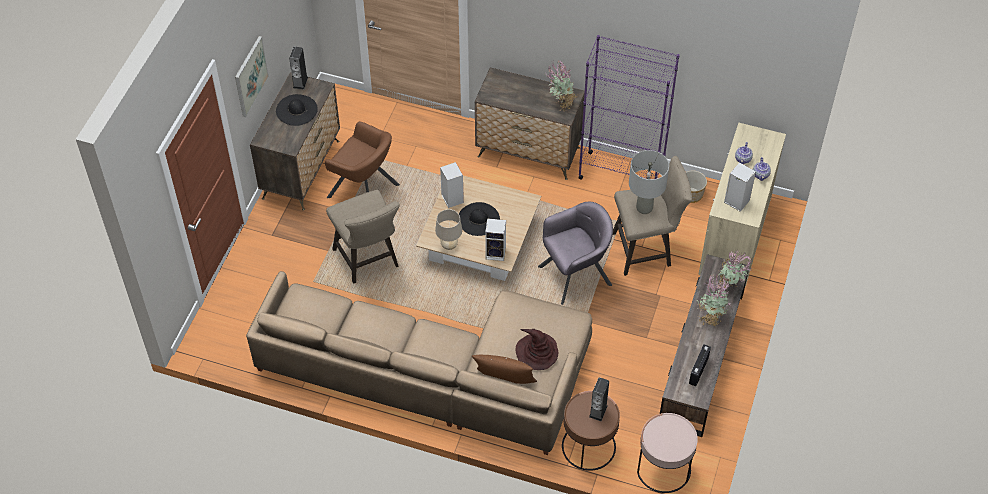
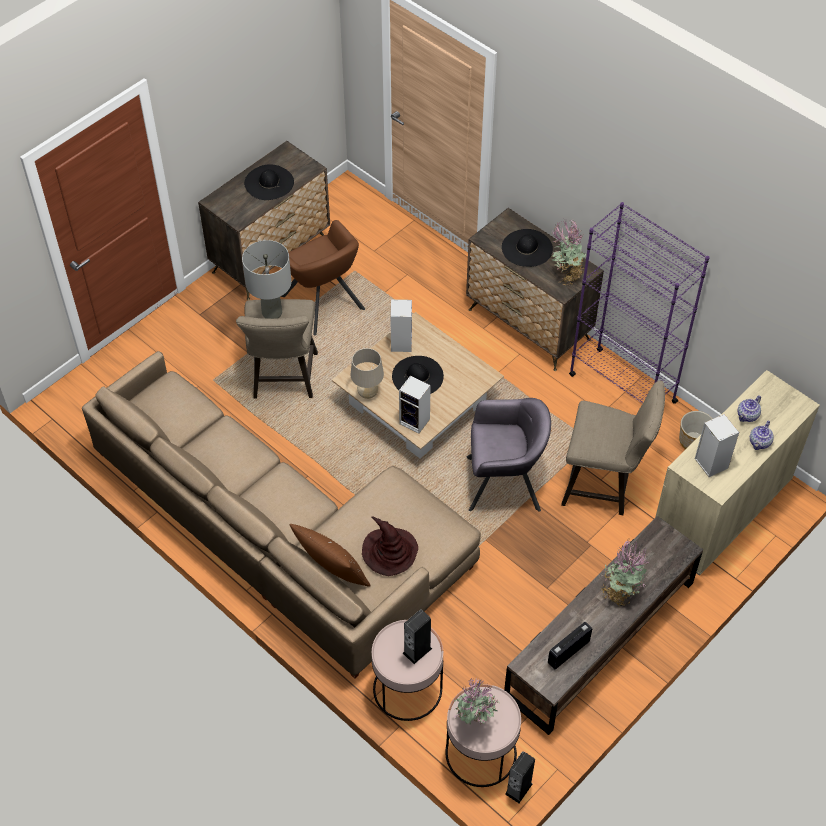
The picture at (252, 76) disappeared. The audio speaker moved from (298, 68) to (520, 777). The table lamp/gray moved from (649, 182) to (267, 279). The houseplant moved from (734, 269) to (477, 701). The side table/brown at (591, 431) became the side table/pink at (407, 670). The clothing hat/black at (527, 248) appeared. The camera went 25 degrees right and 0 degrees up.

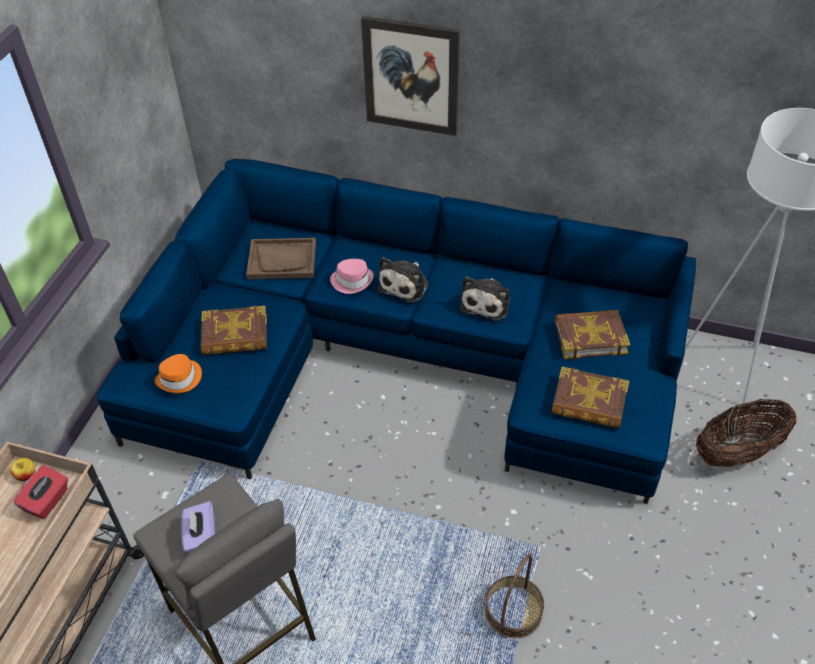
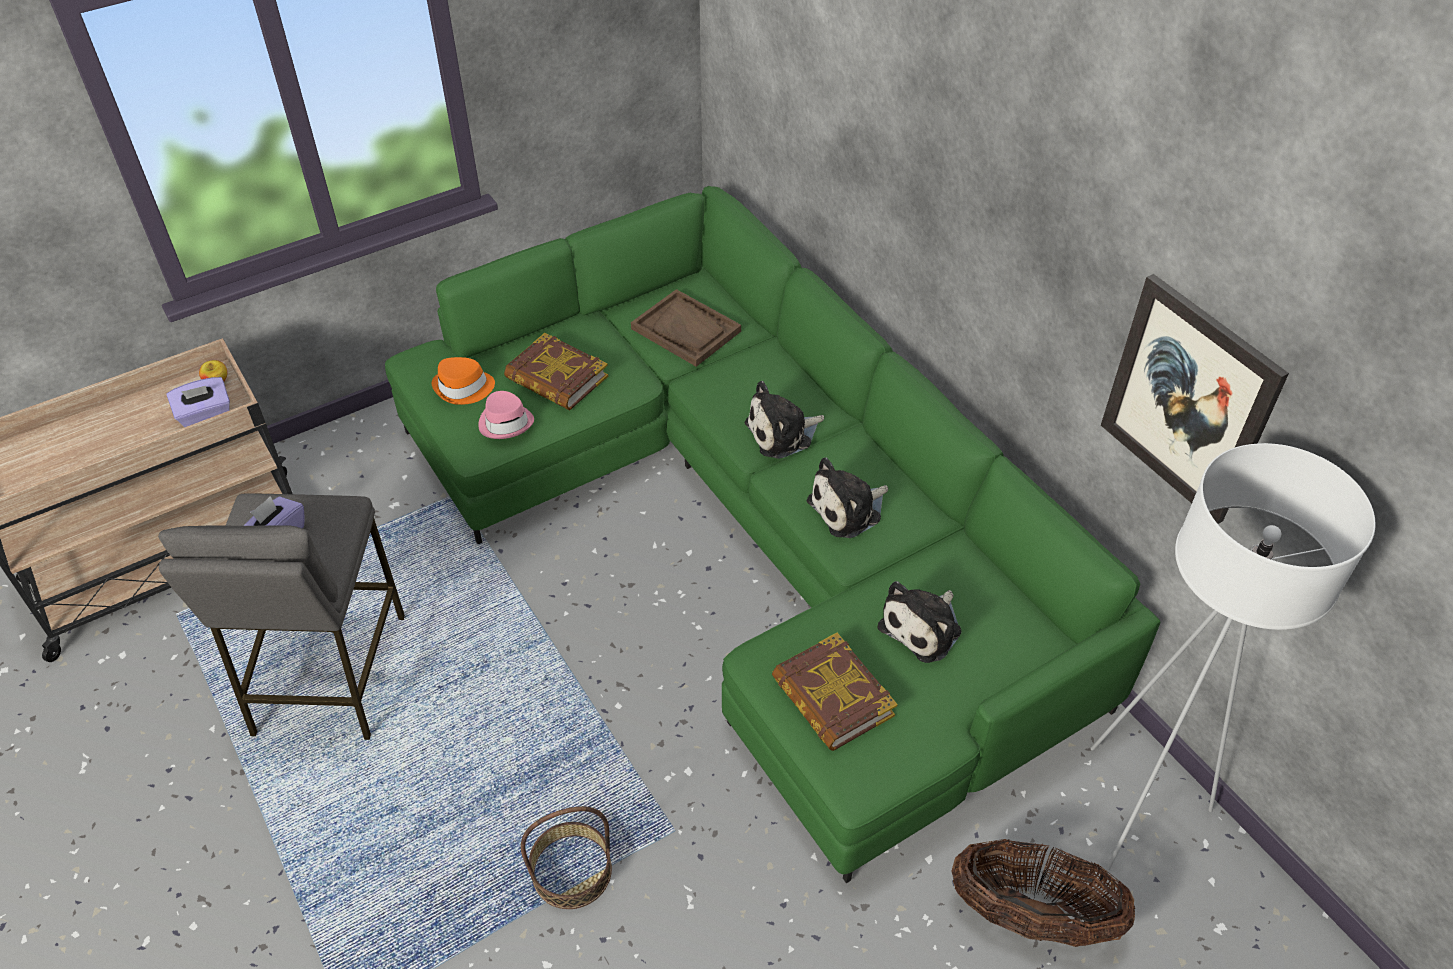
The picture moved from (410, 76) to (1195, 399). The sofa/bluish at (396, 331) became the sofa/greenish at (772, 534). The clothing hat/pink moved from (352, 276) to (506, 415). The volume at (592, 334) was replaced by the cuddly toy at (920, 622). The box of tissues/reddish at (41, 492) became the box of tissues/purplish at (198, 402). The camera went 40 degrees right and 0 degrees up.

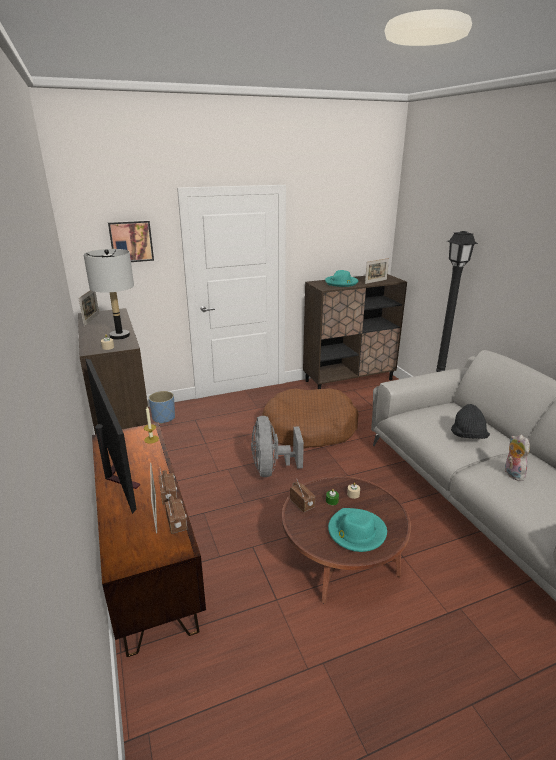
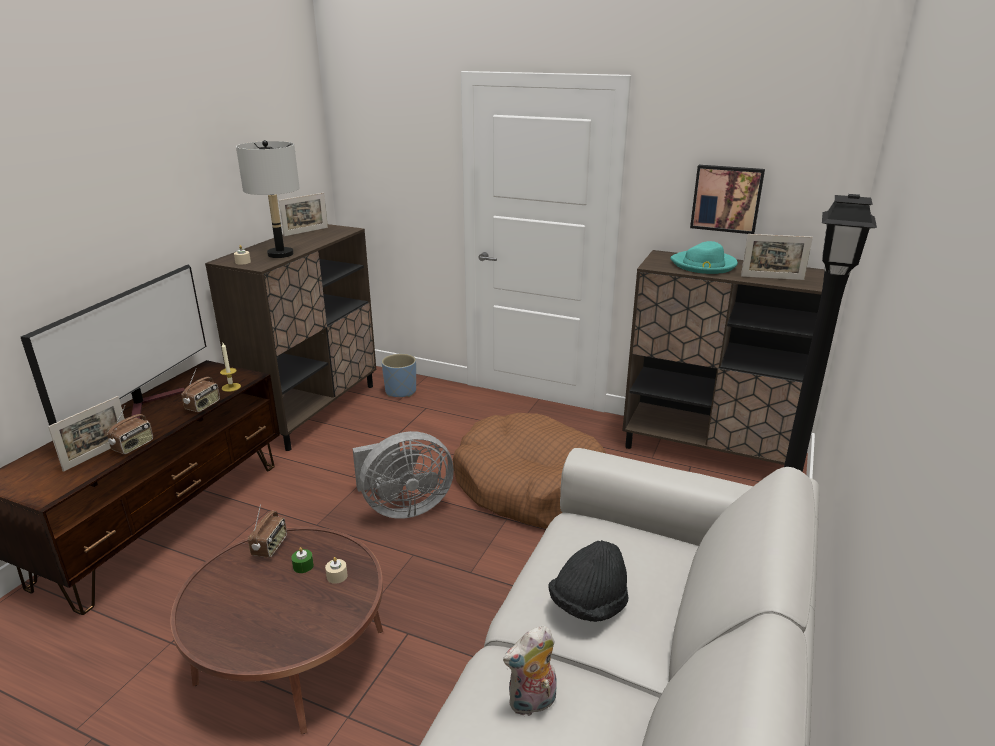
The picture moved from (131, 241) to (727, 199). The electric fan/gray at (277, 446) turned 150 degrees counterclockwise. The cuddly toy at (517, 457) turned 150 degrees counterclockwise. The radio moved from (176, 514) to (201, 390). The clothing hat/blue-green at (357, 530) disappeared. The camera went 45 degrees right and 0 degrees up.

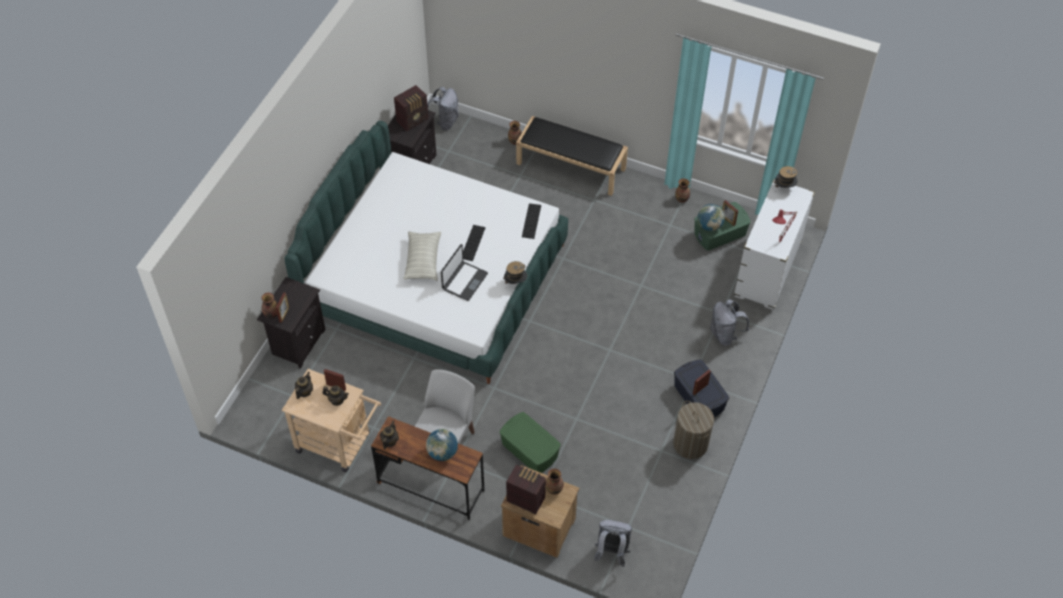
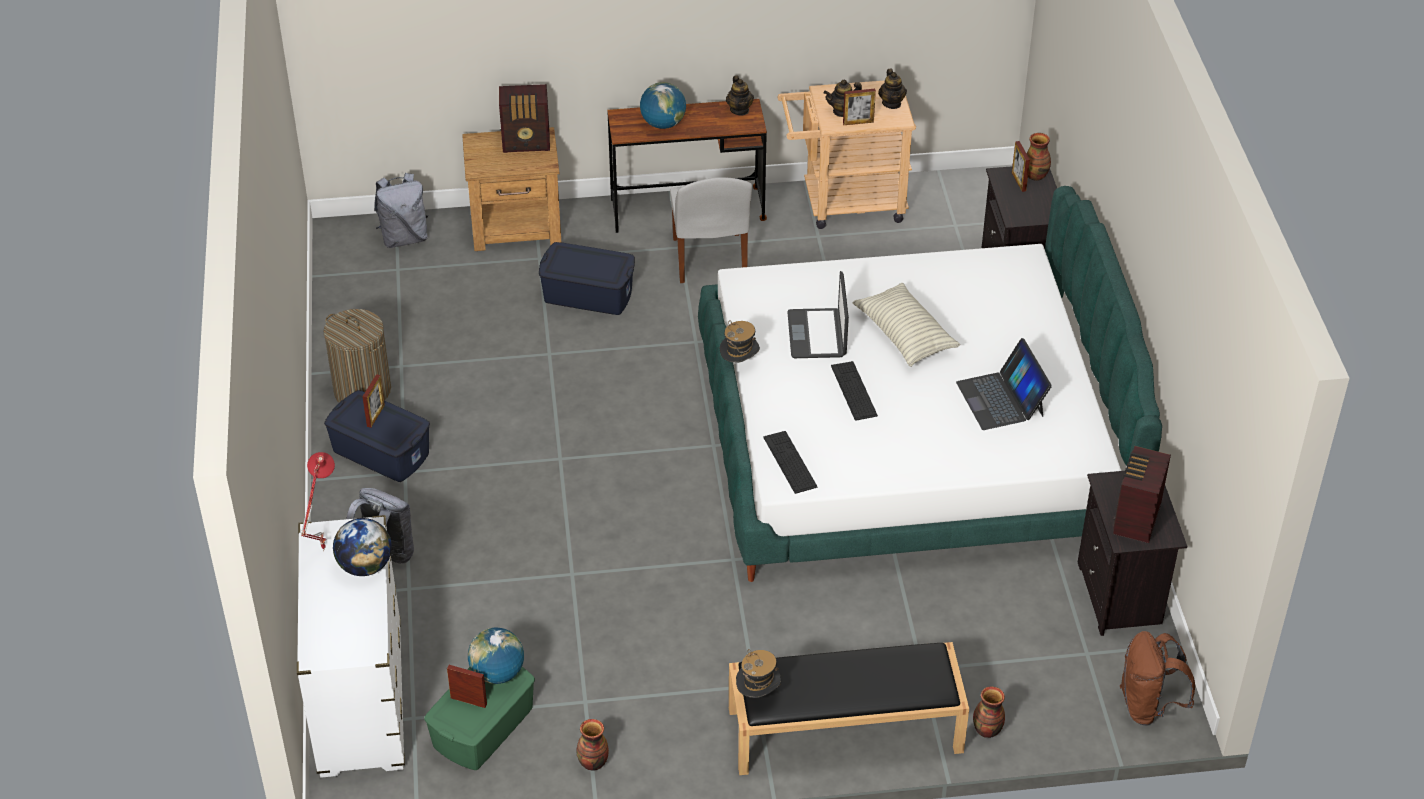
The knapsack/gray at (443, 109) became the knapsack/brown at (1157, 678). The clothing hat moved from (786, 179) to (758, 673). The storage box/greenish at (530, 442) became the storage box/bluish at (587, 278). The flower vase at (555, 482) disappeared. The portable computer at (1004, 384) appeared. The globe at (362, 547) appeared. The camera went 150 degrees right and 10 degrees down.

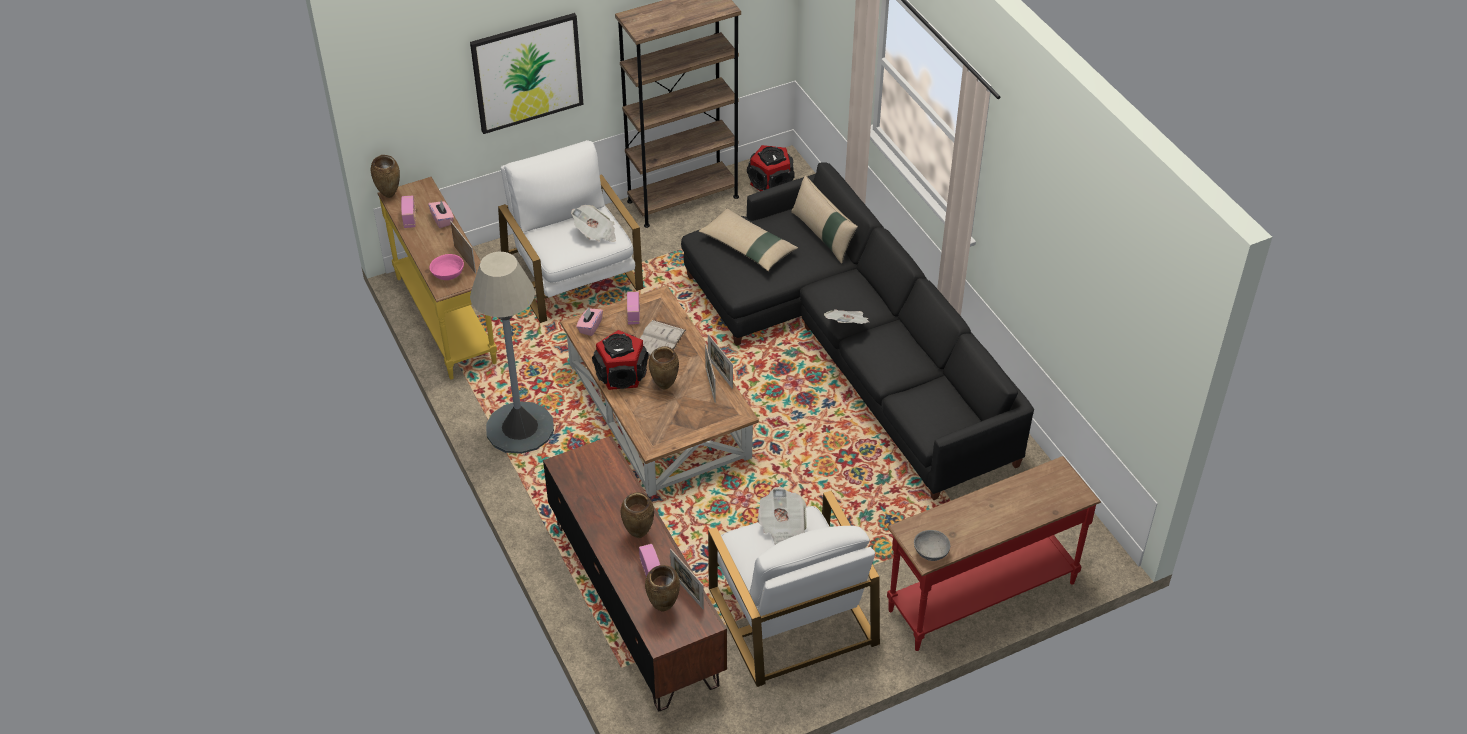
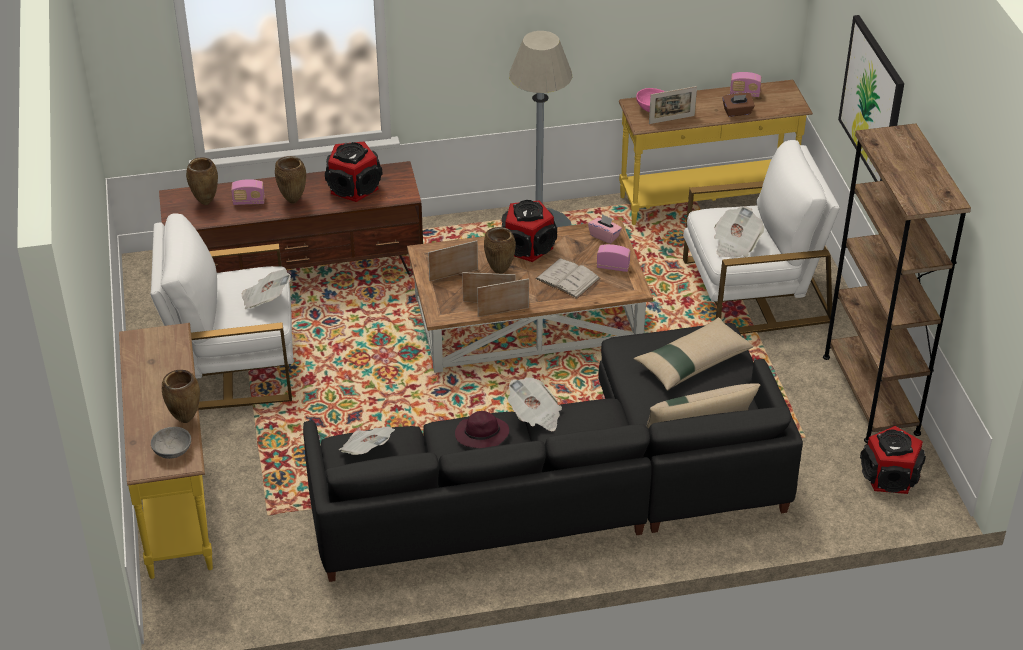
The flower vase/brown moved from (385, 176) to (181, 396). The box of tissues/pink at (441, 214) became the box of tissues/brown at (738, 105). The console table/reddish at (994, 553) became the console table/yellowish at (166, 451). The deep dish/gray moved from (932, 545) to (171, 443). The standing frame moved from (687, 579) to (453, 260). The audio speaker at (353, 172) appeared. The clothing hat/purplish at (482, 429) appeared. The daily paper at (367, 440) appeared. The camera went 105 degrees right and 5 degrees down.

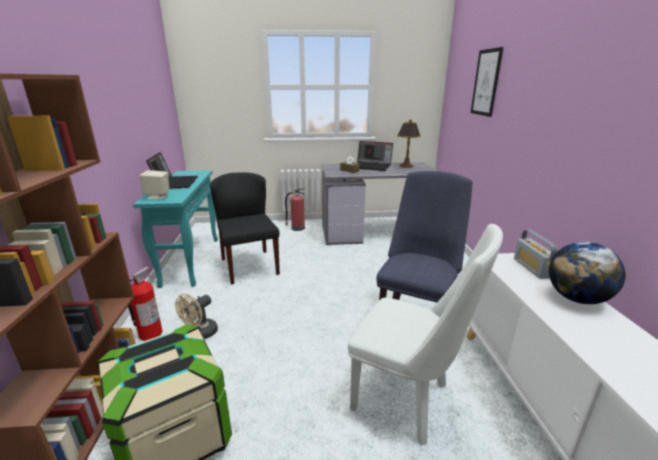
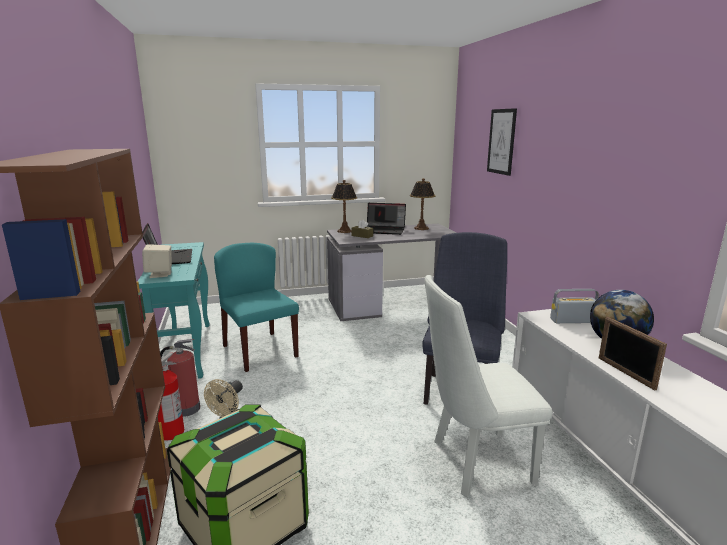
The plain chair/black at (245, 228) became the plain chair/blue-green at (256, 307). The fire-fighting cylinder moved from (295, 209) to (180, 378). The plain chair/white at (425, 335) turned 150 degrees clockwise. The radio at (535, 254) turned 105 degrees clockwise. The table lamp at (344, 206) appeared. The standing frame at (633, 353) appeared. The camera went 10 degrees left and 5 degrees down.

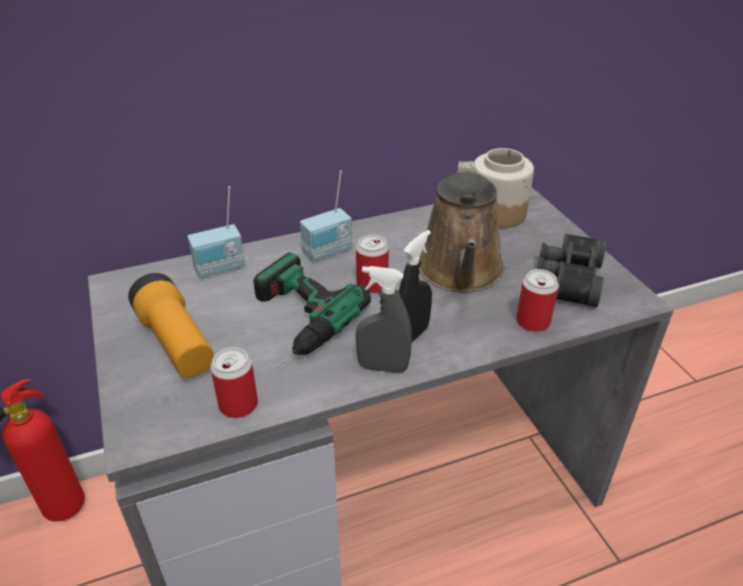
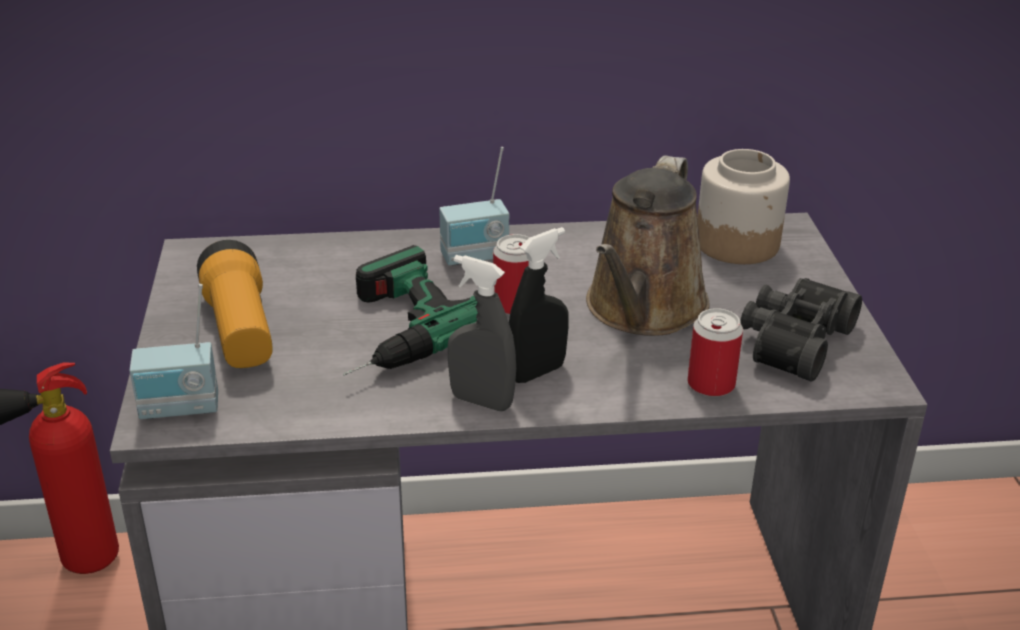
The radio moved from (216, 232) to (173, 351). The metal can at (234, 382) disappeared. The camera went 15 degrees right and 5 degrees down.

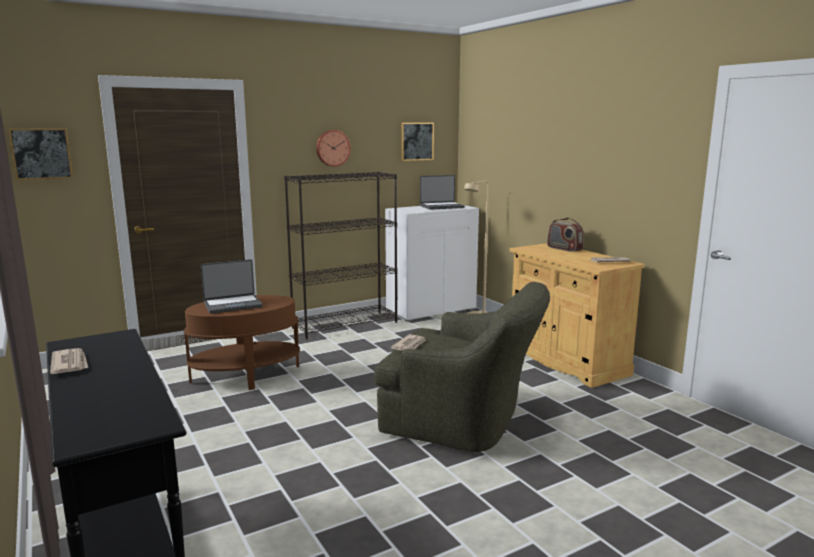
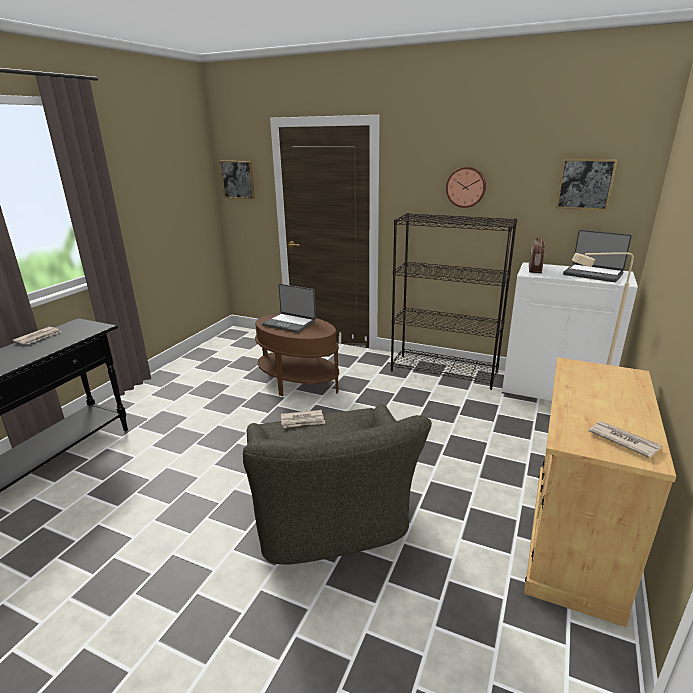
The radio moved from (565, 235) to (537, 255). The camera went 55 degrees right and 10 degrees up.

